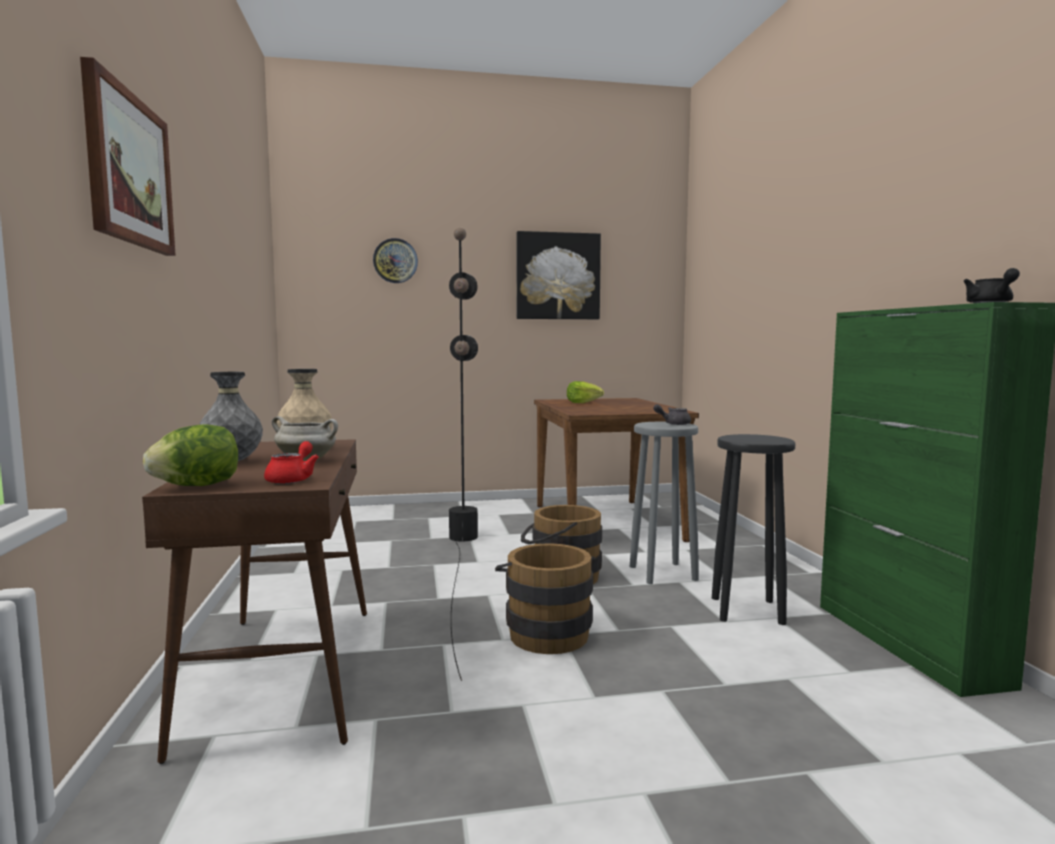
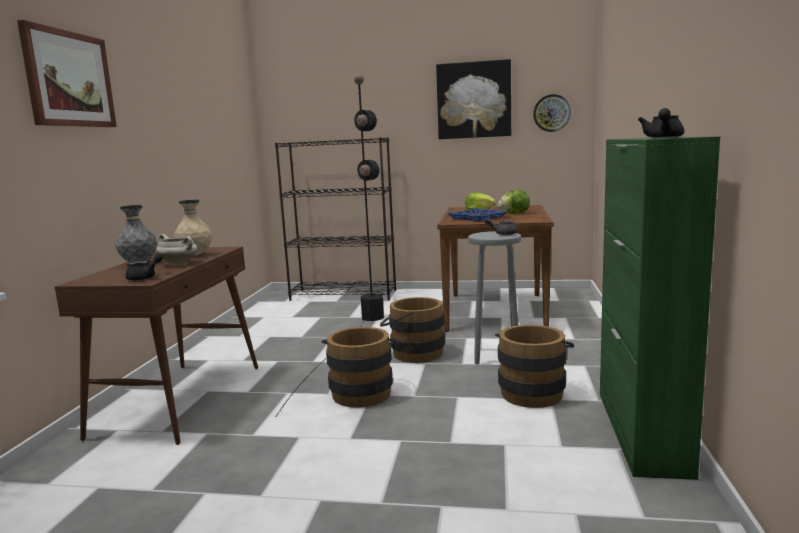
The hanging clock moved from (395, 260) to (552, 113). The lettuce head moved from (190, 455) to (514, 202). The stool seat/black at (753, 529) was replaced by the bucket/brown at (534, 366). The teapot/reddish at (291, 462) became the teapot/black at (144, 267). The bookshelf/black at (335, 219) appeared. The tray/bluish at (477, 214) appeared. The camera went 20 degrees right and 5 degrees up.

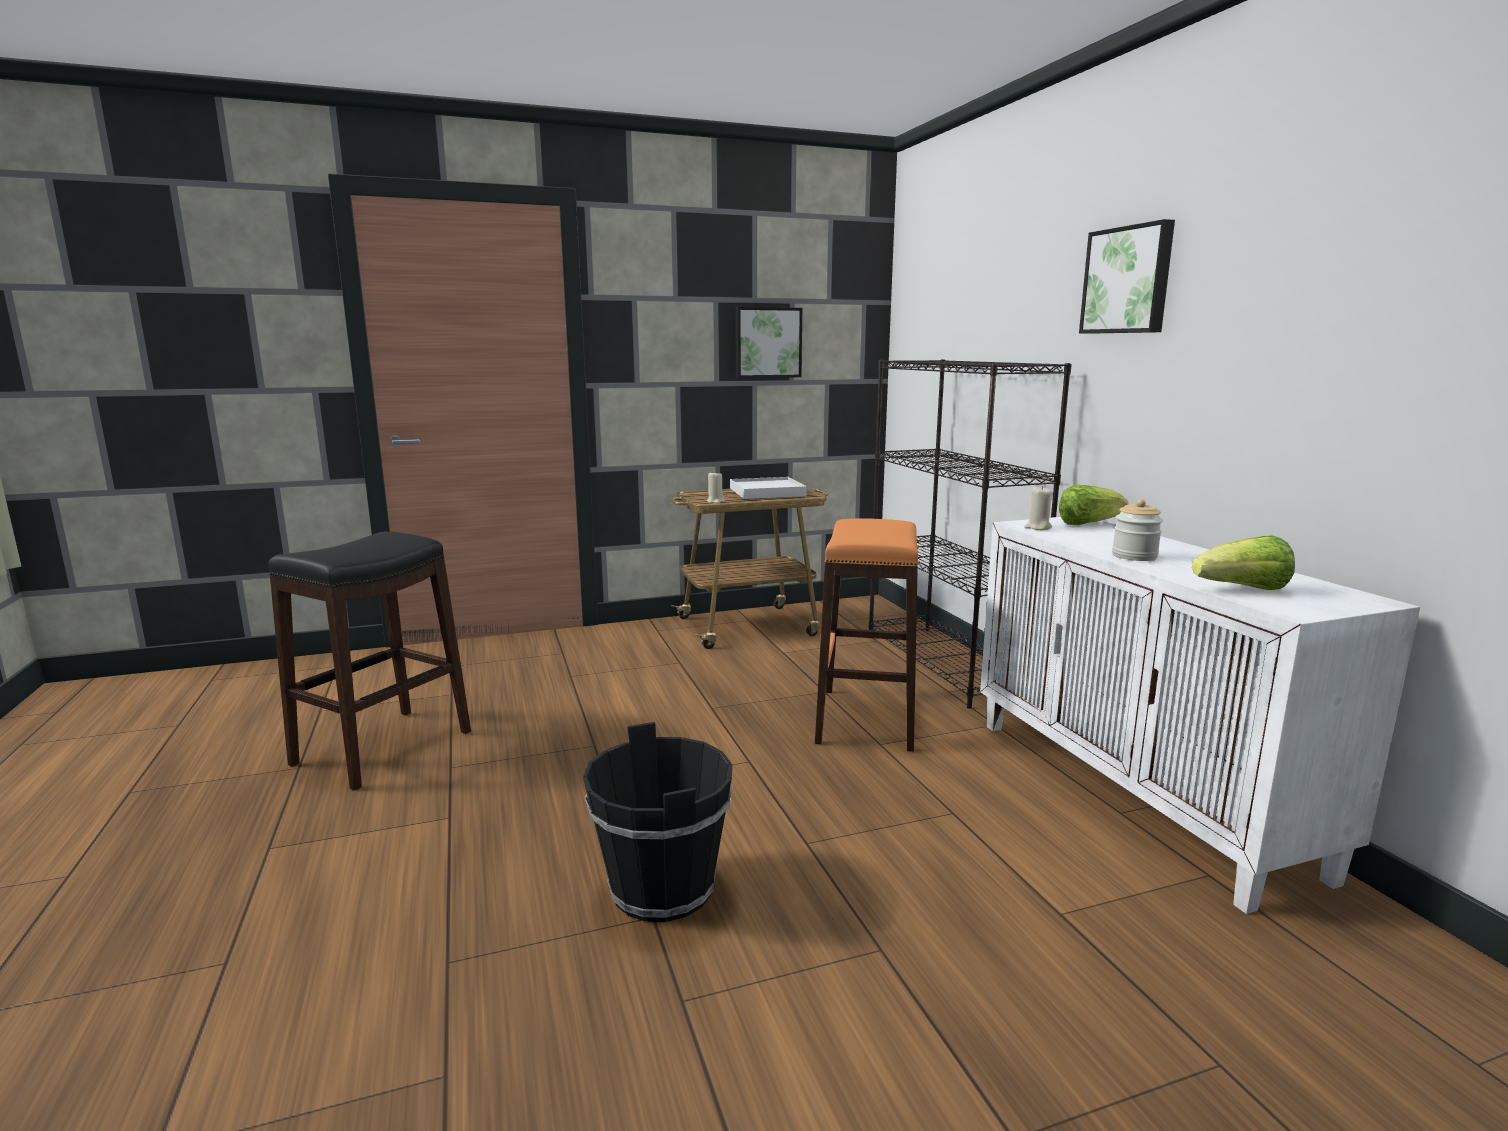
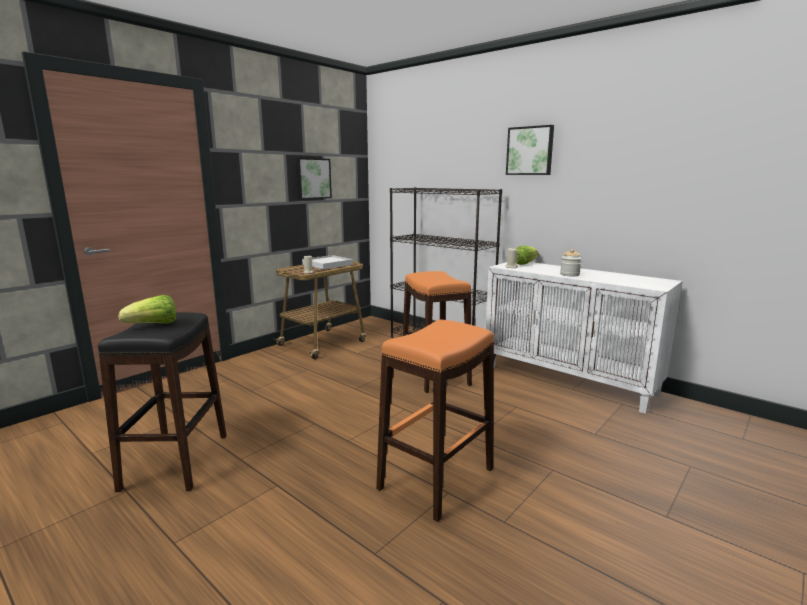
The lettuce head moved from (1243, 562) to (147, 309). The bucket/black at (657, 822) was replaced by the stool seat/orange at (435, 420). The camera went 30 degrees left and 0 degrees up.

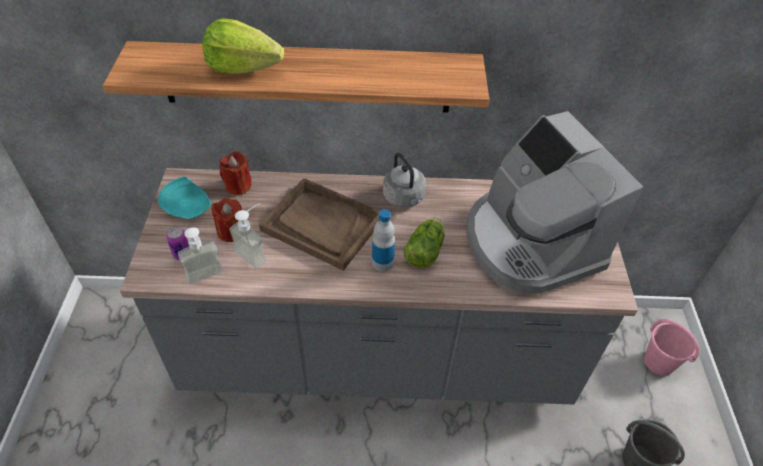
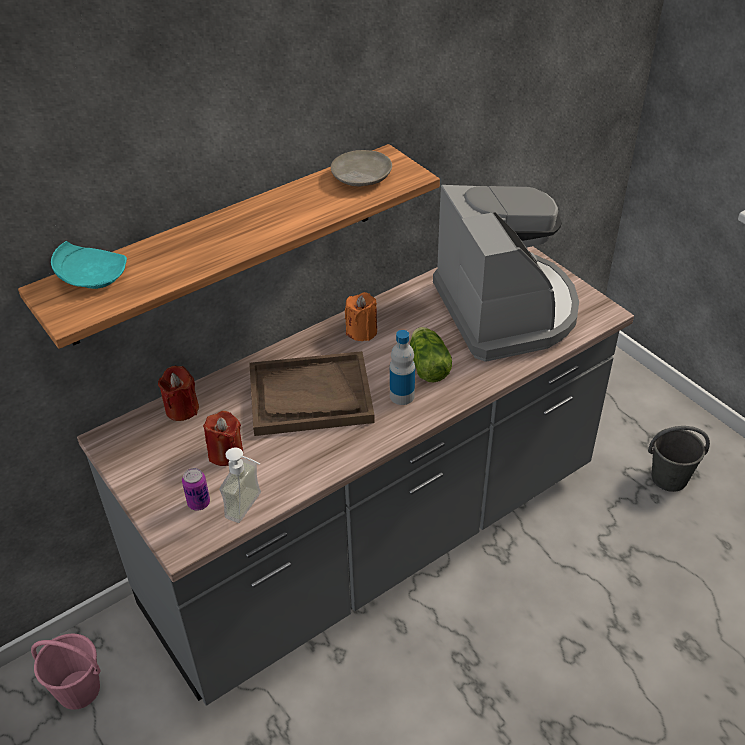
The lettuce head at (243, 46) disappeared. The coffee machine at (555, 202) turned 135 degrees counterclockwise. The tea kettle/gray at (404, 179) was replaced by the candle/orange at (361, 316). The plate/blue-green moved from (184, 198) to (89, 265). The soap bottle at (247, 236) disappeared. The bucket/pink moved from (672, 347) to (65, 671). The plate/sand-coloured at (361, 168) appeared. The camera went 35 degrees left and 5 degrees down.

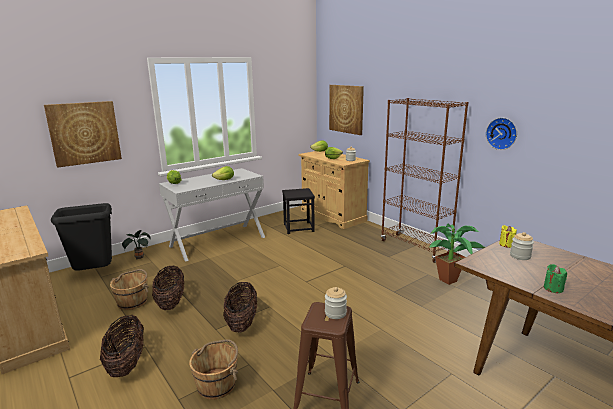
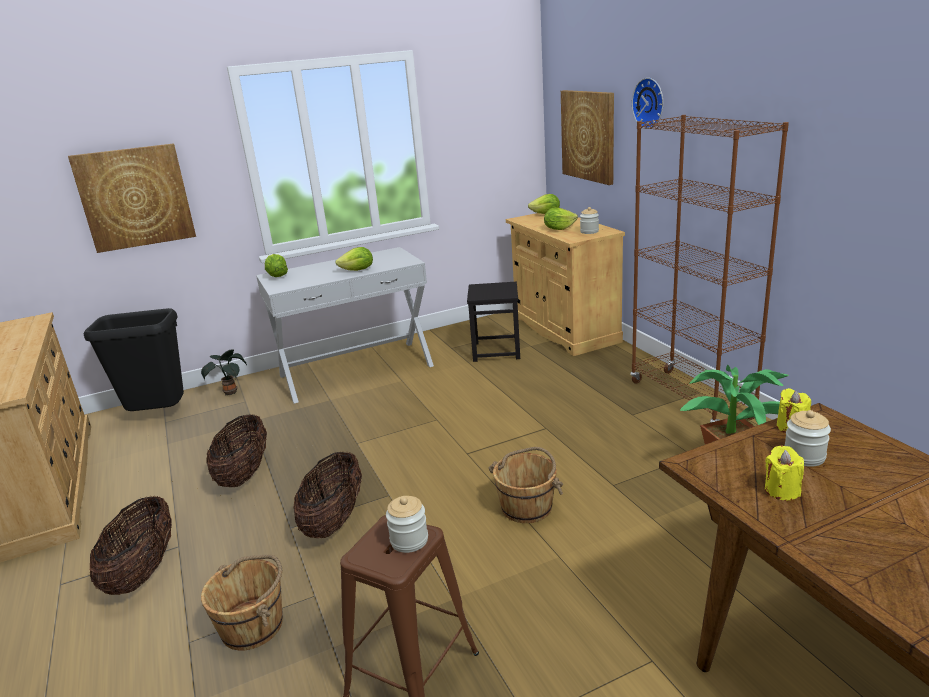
The hanging clock moved from (501, 134) to (647, 103). The candle/greenish at (555, 278) disappeared. The bucket/brown moved from (129, 289) to (526, 485). The candle/yellowish at (784, 473) appeared. The camera went 15 degrees right and 5 degrees up.

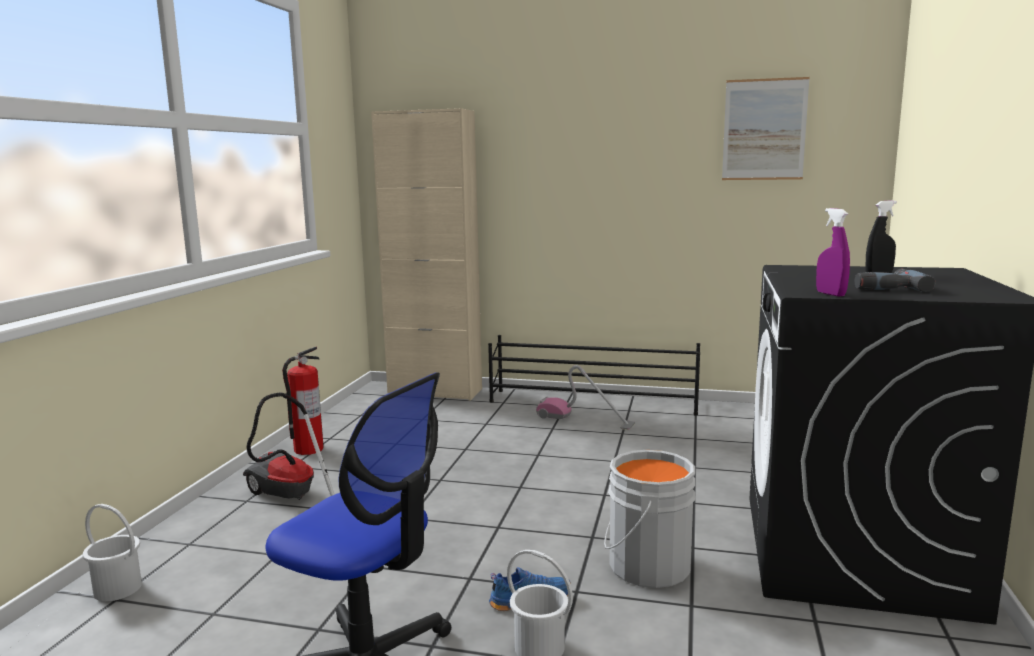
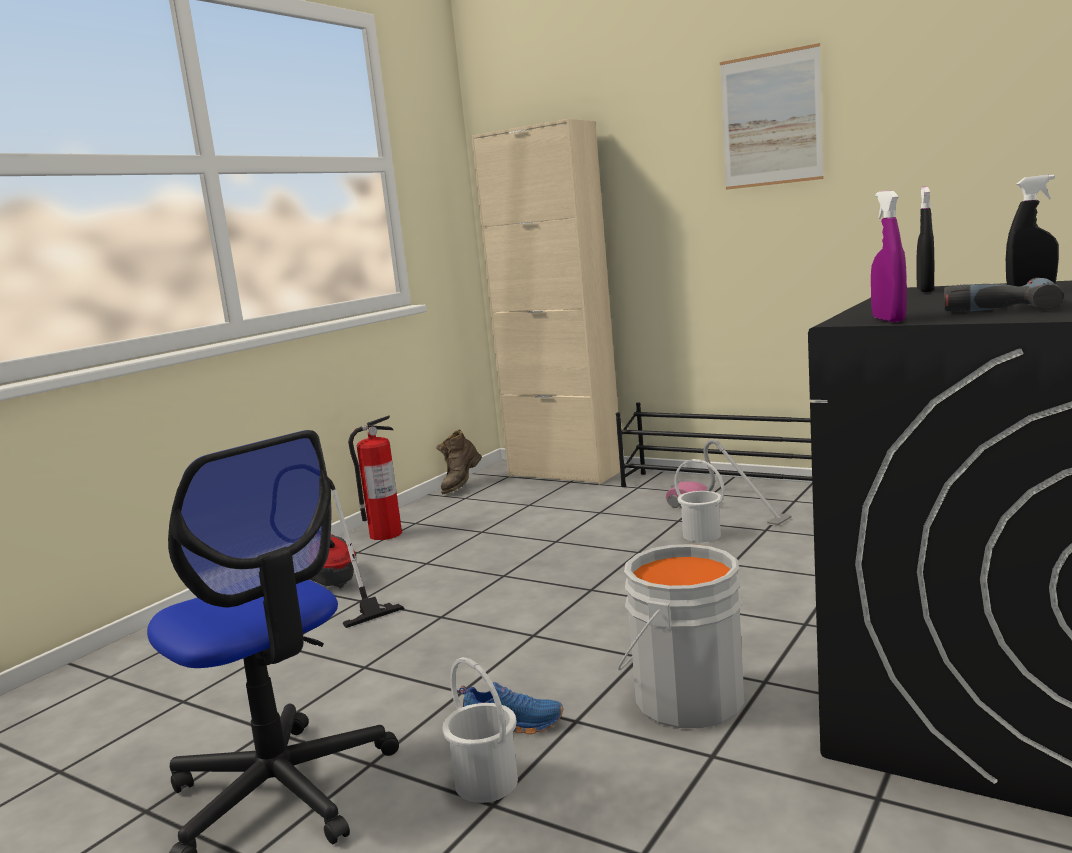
The picture moved from (766, 128) to (772, 116). The bucket/white moved from (112, 552) to (699, 500). The hand sprayer/black at (925, 239) appeared. The tall boot/brown at (459, 462) appeared. The camera went 20 degrees right and 0 degrees up.

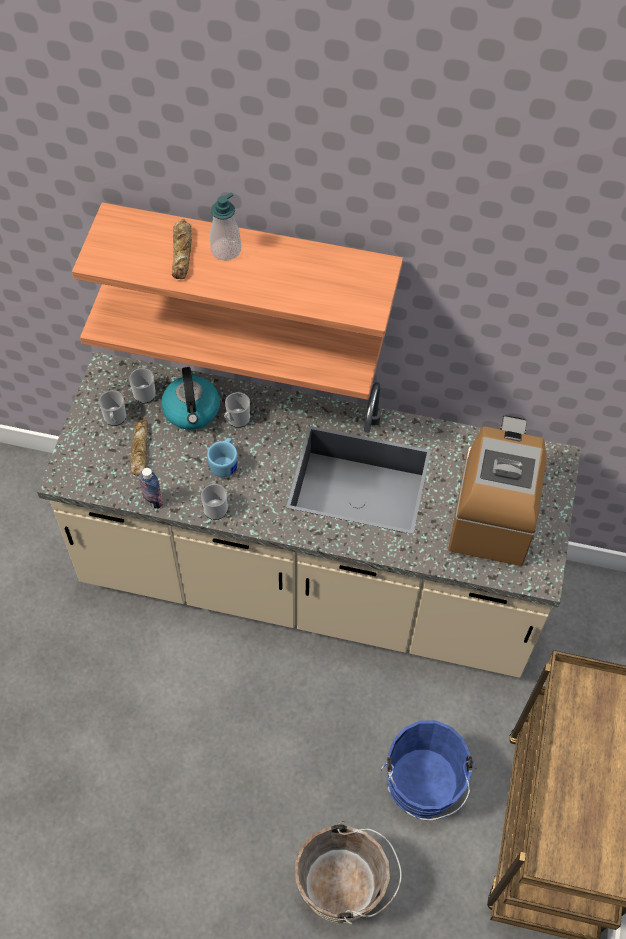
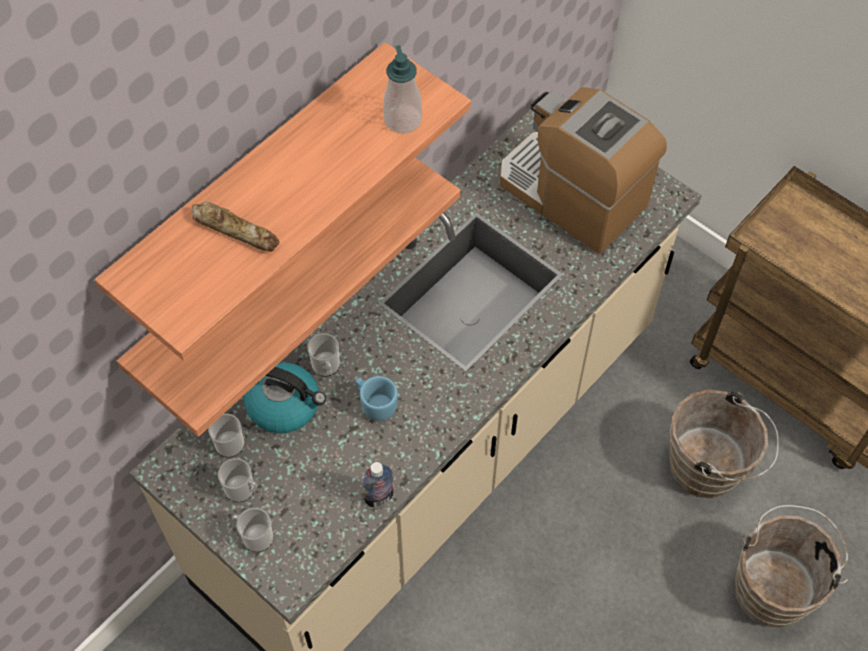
The soap bottle moved from (225, 227) to (402, 89). The bakery bread at (139, 448) disappeared. The coffee mug moved from (214, 500) to (252, 530). The bucket/bluish at (429, 770) became the bucket/brown at (724, 444). The camera went 60 degrees left and 0 degrees up.

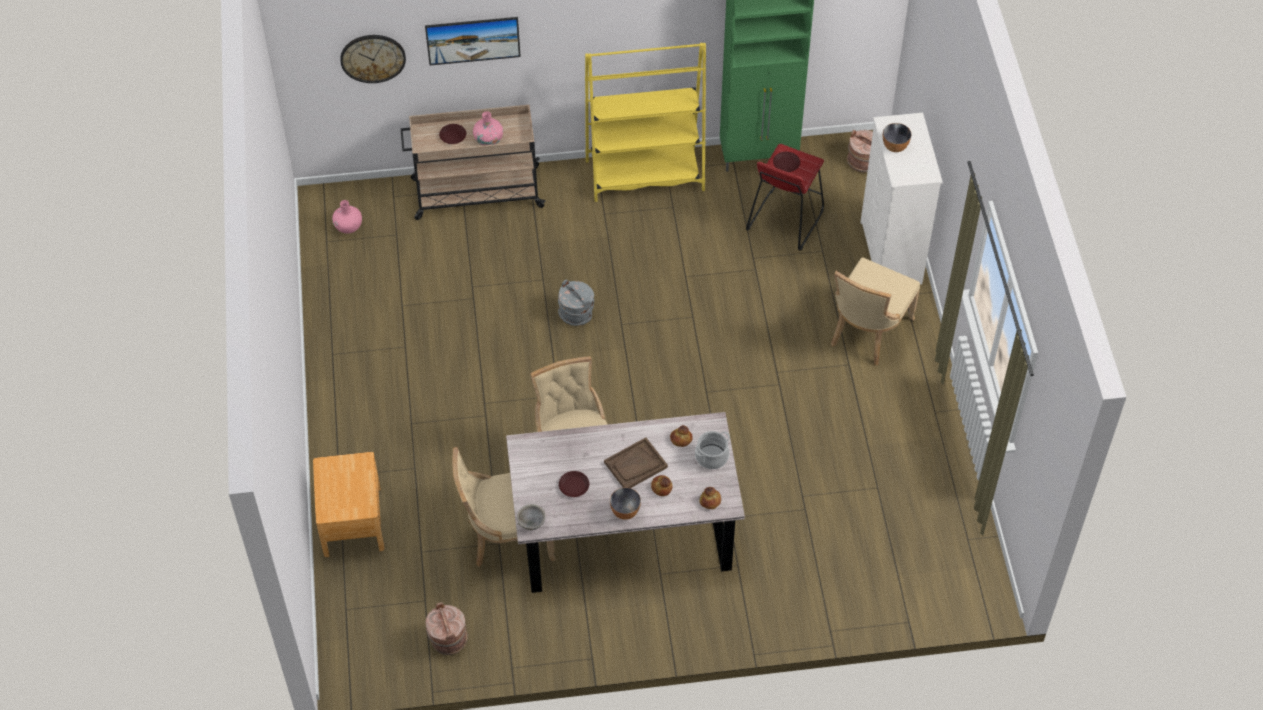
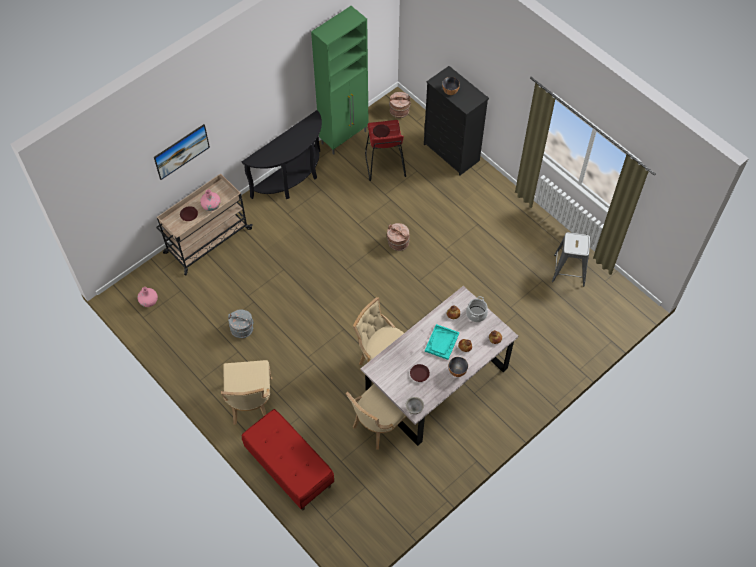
The hanging clock at (373, 59) disappeared. The bookshelf/yellowish at (645, 122) was replaced by the console table/black at (282, 154). The chest of drawers/white at (901, 199) became the chest of drawers/black at (456, 121). The plain chair/sand-coloured moved from (875, 311) to (246, 392). The bucket/gray moved from (576, 302) to (241, 323). The tray/brown at (636, 462) became the tray/blue-green at (442, 342). The nightstand/brown at (349, 504) was replaced by the long seat/reddish at (288, 459). The bucket/brown moved from (447, 628) to (398, 237). The stool seat/gray at (571, 259) appeared. The camera went 35 degrees left and 5 degrees up.

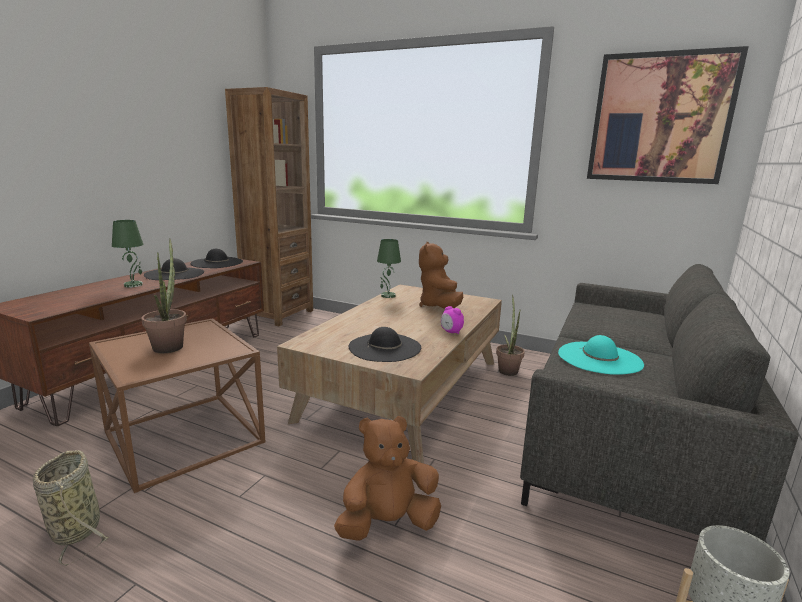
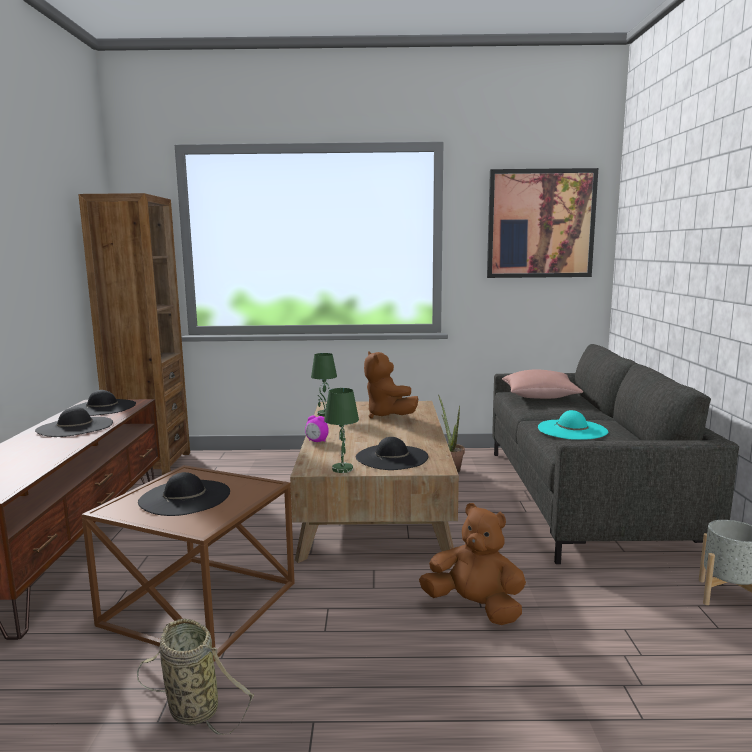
The table lamp/greenish moved from (127, 253) to (341, 430). The houseplant at (164, 295) was replaced by the clothing hat/black at (184, 494). The alarm clock moved from (452, 320) to (317, 429). The cuddly toy/brown at (387, 478) turned 75 degrees clockwise. The cushion/pink at (542, 384) appeared. The camera went 25 degrees left and 5 degrees down.

